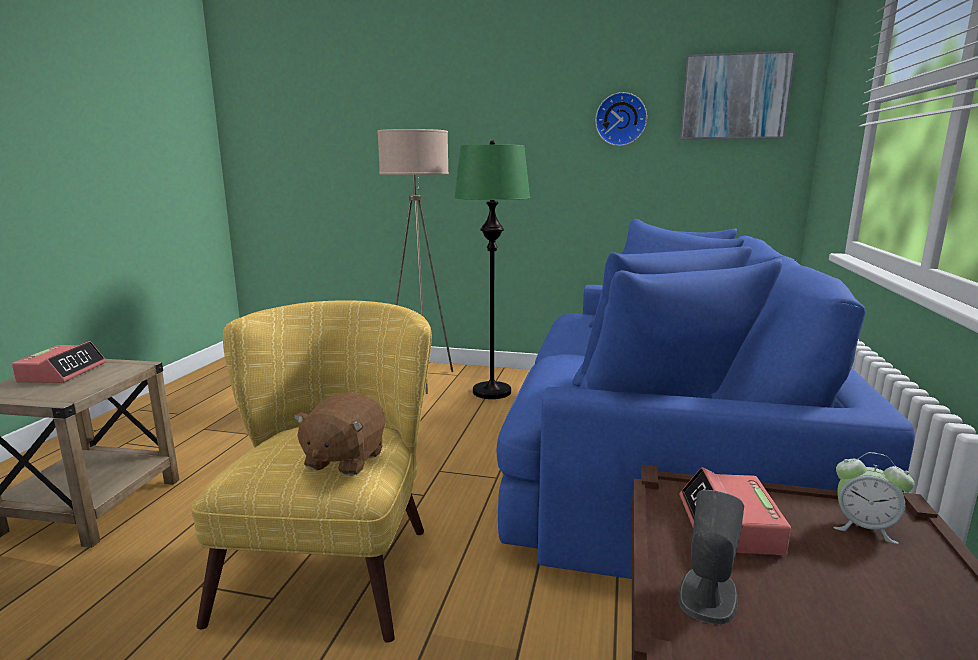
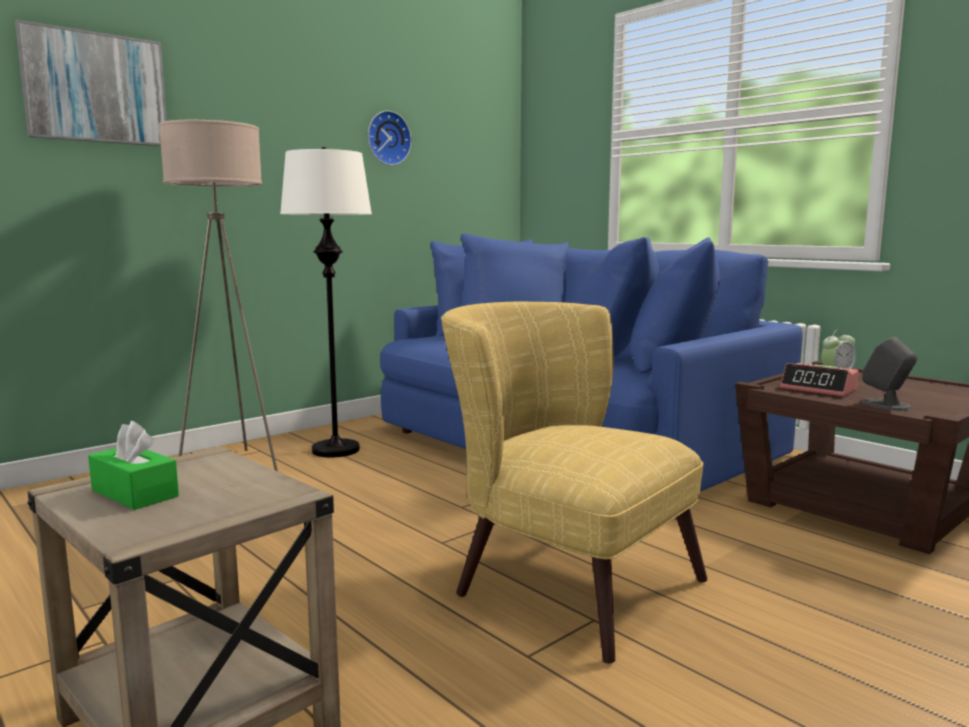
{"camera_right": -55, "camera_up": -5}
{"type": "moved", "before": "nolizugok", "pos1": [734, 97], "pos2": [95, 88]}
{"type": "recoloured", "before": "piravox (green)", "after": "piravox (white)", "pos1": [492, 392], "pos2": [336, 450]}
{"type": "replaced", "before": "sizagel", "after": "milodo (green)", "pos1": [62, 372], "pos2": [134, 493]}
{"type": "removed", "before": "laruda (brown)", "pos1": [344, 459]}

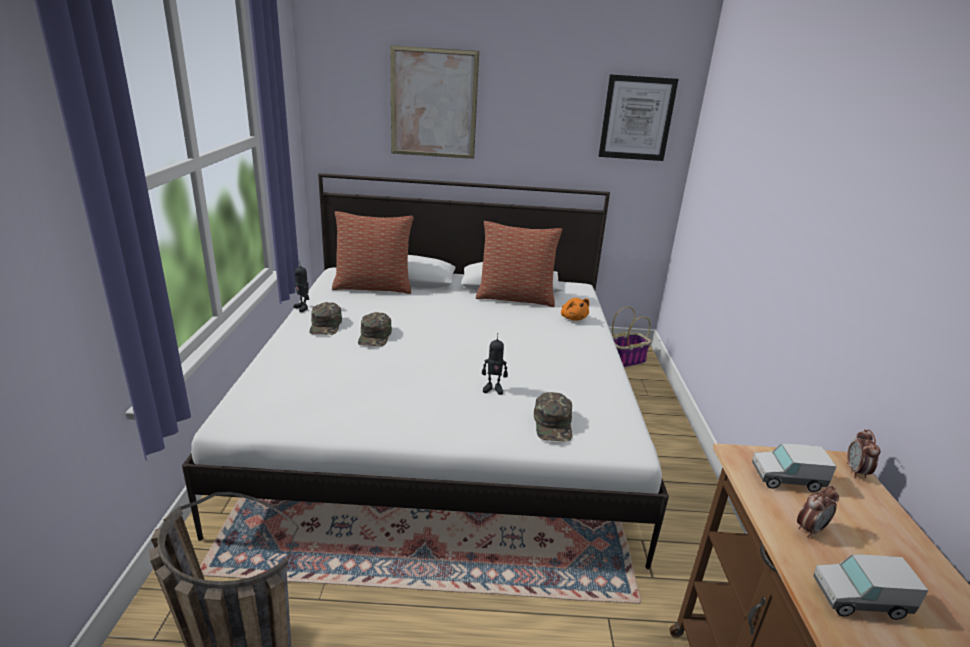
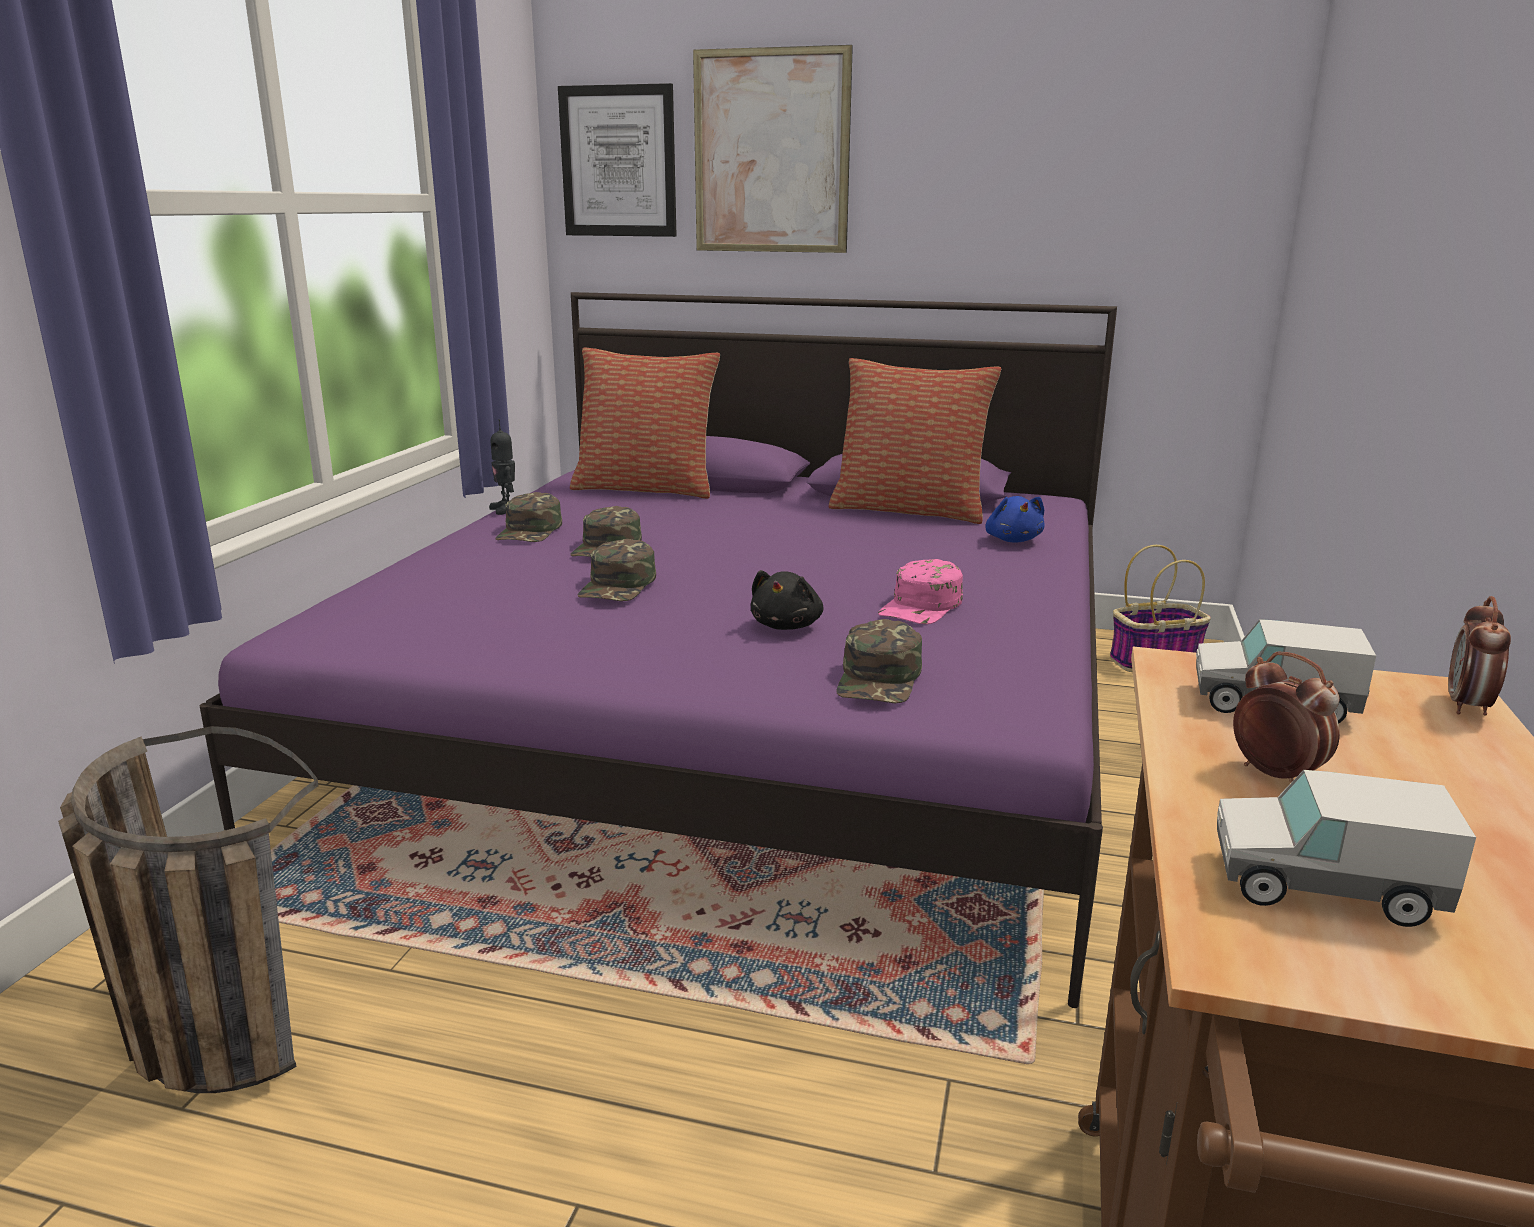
{"camera_right": 15, "camera_up": -5}
{"type": "moved", "before": "nolizugok", "pos1": [636, 118], "pos2": [618, 162]}
{"type": "recoloured", "before": "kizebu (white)", "after": "kizebu (purple)", "pos1": [446, 414], "pos2": [747, 719]}
{"type": "recoloured", "before": "laruda (orange)", "after": "laruda (blue)", "pos1": [573, 318], "pos2": [1013, 540]}
{"type": "replaced", "before": "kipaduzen", "after": "laruda (black)", "pos1": [493, 389], "pos2": [787, 625]}
{"type": "turned", "before": "sizagel", "pos1": [810, 529], "pos2": [1275, 775], "turn": -105}
{"type": "added", "after": "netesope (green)", "pos2": [619, 585]}
{"type": "added", "after": "netesope (pink)", "pos2": [922, 607]}

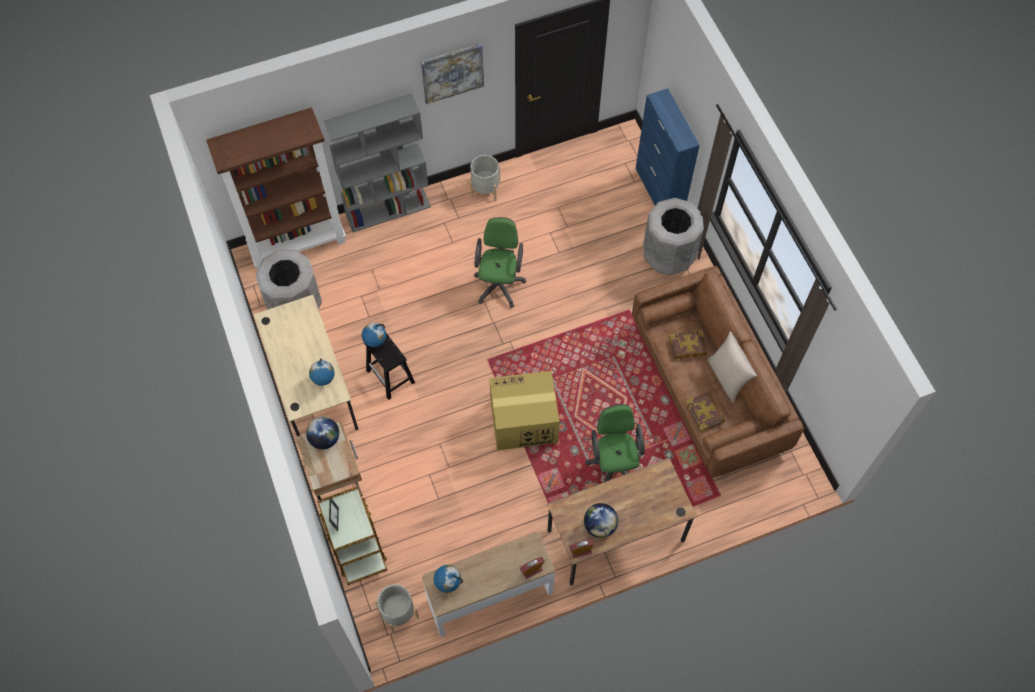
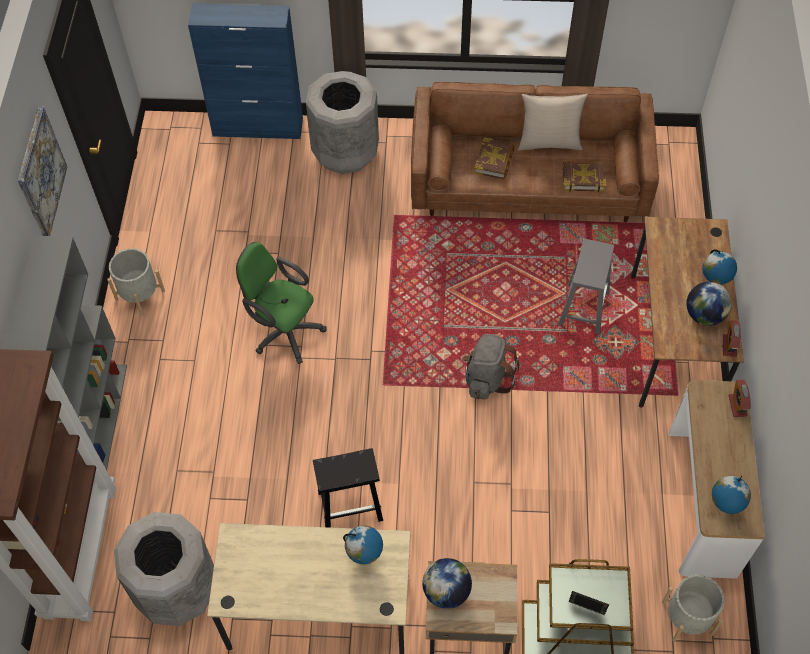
{"camera_right": -65, "camera_up": -5}
{"type": "moved", "before": "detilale", "pos1": [375, 343], "pos2": [714, 281]}
{"type": "replaced", "before": "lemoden", "after": "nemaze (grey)", "pos1": [522, 422], "pos2": [487, 378]}
{"type": "replaced", "before": "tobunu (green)", "after": "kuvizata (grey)", "pos1": [614, 464], "pos2": [583, 307]}

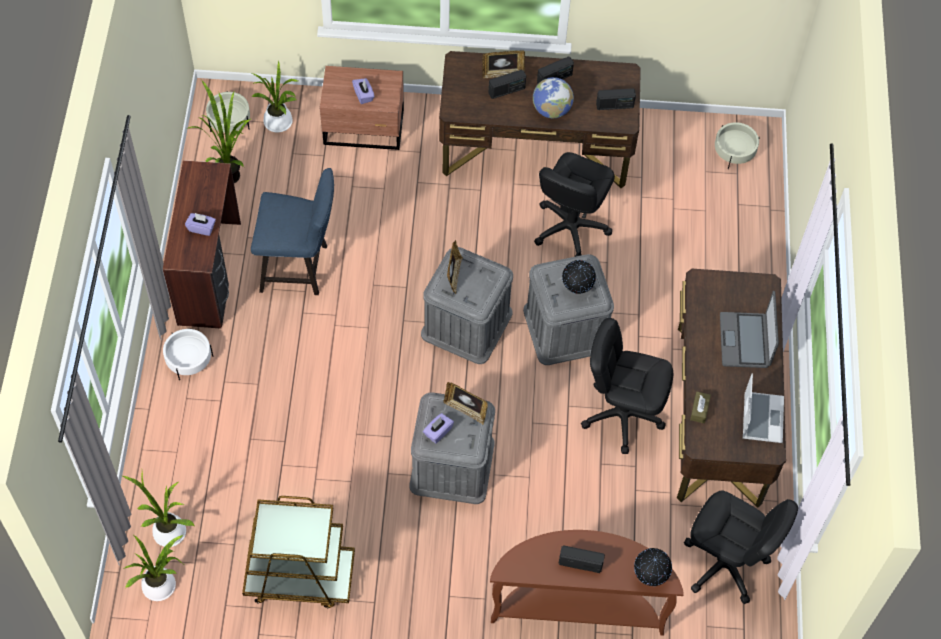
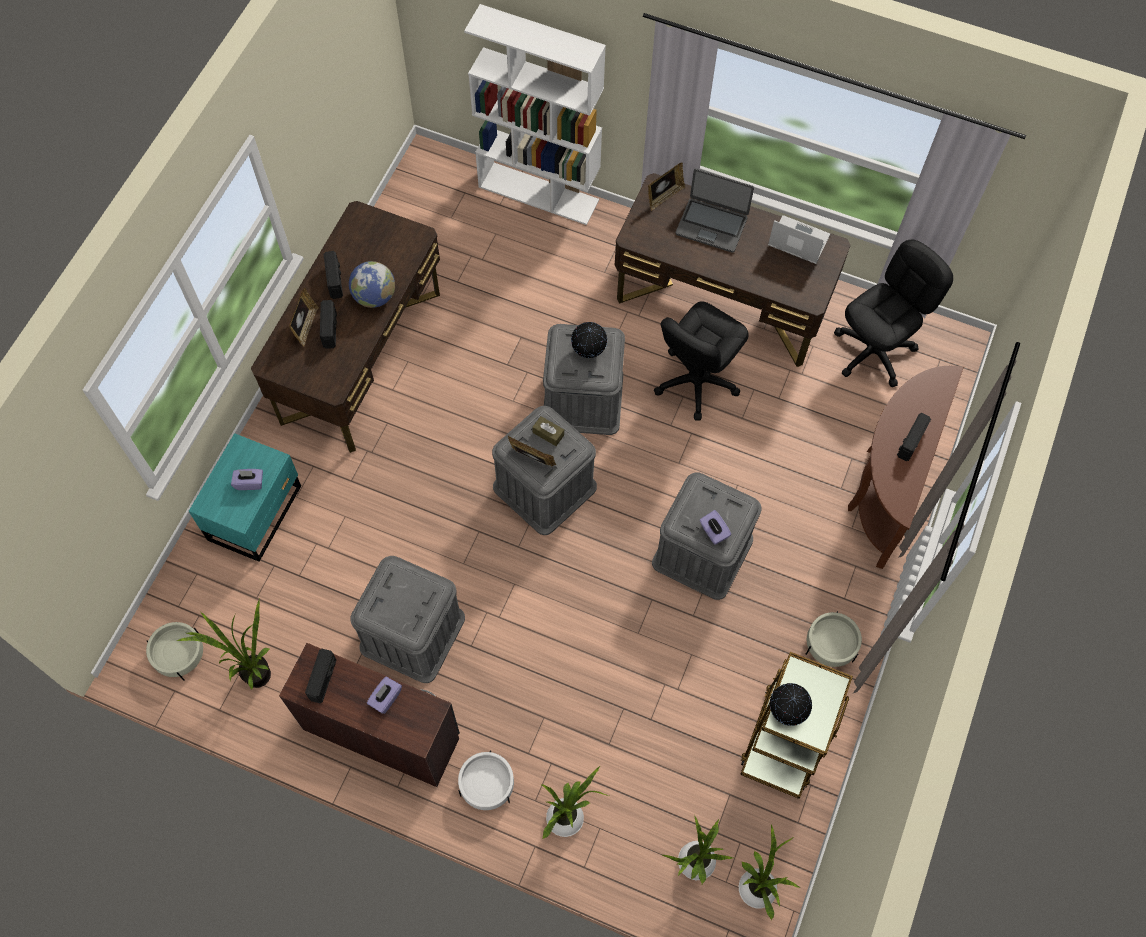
{"camera_right": -70, "camera_up": 5}
{"type": "moved", "before": "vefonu", "pos1": [280, 123], "pos2": [568, 816]}
{"type": "recoloured", "before": "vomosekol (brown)", "after": "vomosekol (turquoise)", "pos1": [365, 129], "pos2": [257, 512]}
{"type": "moved", "before": "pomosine", "pos1": [615, 105], "pos2": [323, 679]}
{"type": "moved", "before": "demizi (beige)", "pos1": [734, 152], "pos2": [830, 645]}
{"type": "removed", "before": "tobunu (black)", "pos1": [570, 228]}
{"type": "replaced", "before": "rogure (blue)", "after": "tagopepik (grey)", "pos1": [300, 268], "pos2": [412, 632]}
{"type": "moved", "before": "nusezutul", "pos1": [465, 410], "pos2": [664, 196]}
{"type": "moved", "before": "milodo (brown)", "pos1": [699, 410], "pos2": [548, 433]}
{"type": "moved", "before": "detilale", "pos1": [650, 576], "pos2": [786, 711]}
{"type": "added", "after": "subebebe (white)", "pos2": [539, 193]}

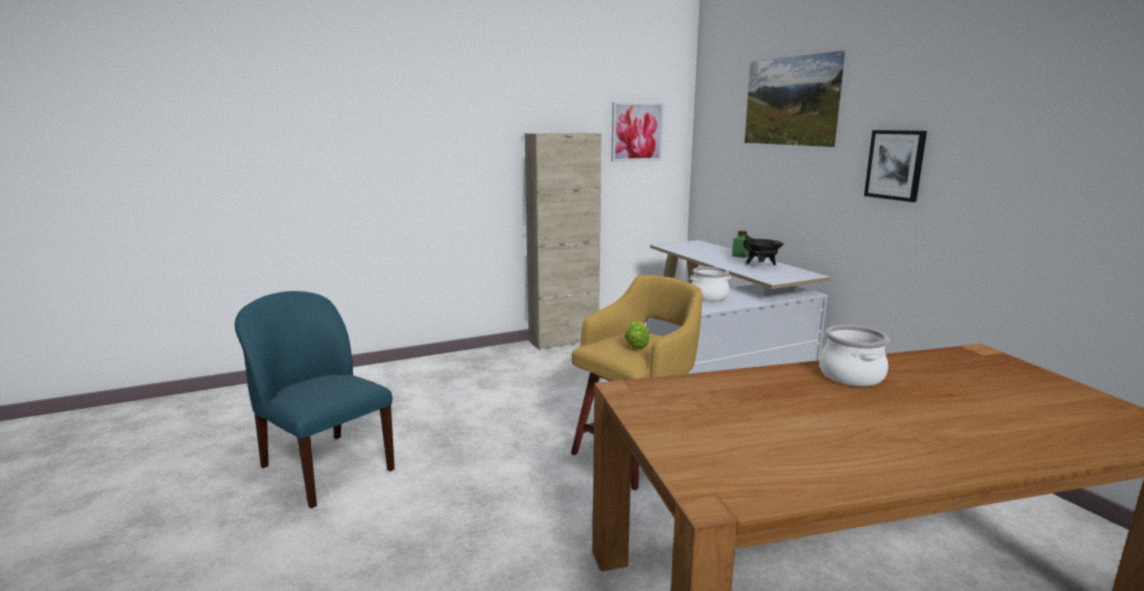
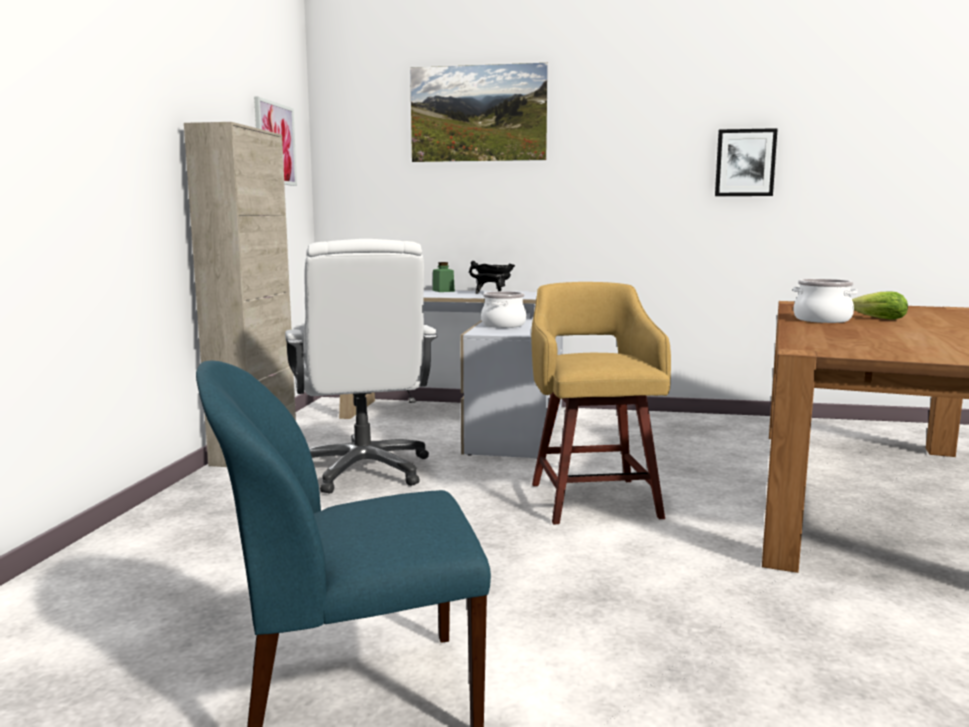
{"camera_right": -55, "camera_up": -5}
{"type": "moved", "before": "nolizugok", "pos1": [895, 165], "pos2": [745, 163]}
{"type": "moved", "before": "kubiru", "pos1": [637, 343], "pos2": [875, 318]}
{"type": "added", "after": "tobunu (white)", "pos2": [364, 470]}

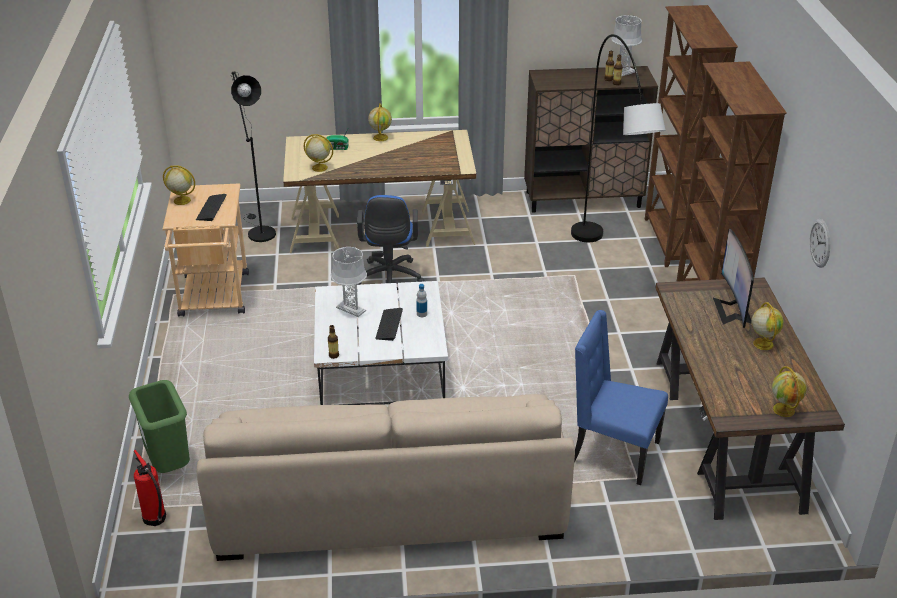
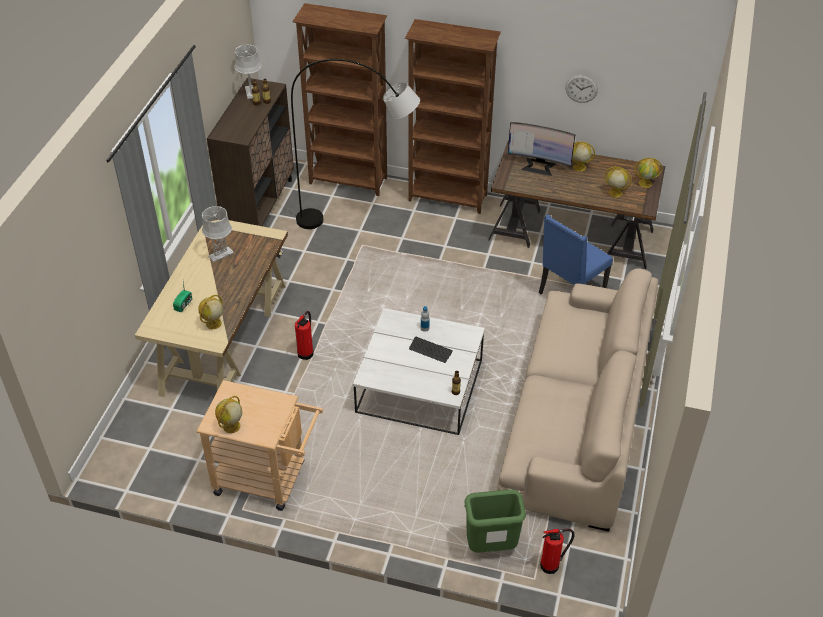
{"camera_right": -70, "camera_up": 10}
{"type": "removed", "before": "piravox (black)", "pos1": [259, 232]}
{"type": "moved", "before": "detilale", "pos1": [380, 137], "pos2": [615, 193]}
{"type": "removed", "before": "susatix", "pos1": [211, 208]}
{"type": "replaced", "before": "tobunu (blue)", "after": "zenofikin", "pos1": [389, 280], "pos2": [306, 352]}
{"type": "moved", "before": "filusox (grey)", "pos1": [350, 309], "pos2": [220, 254]}

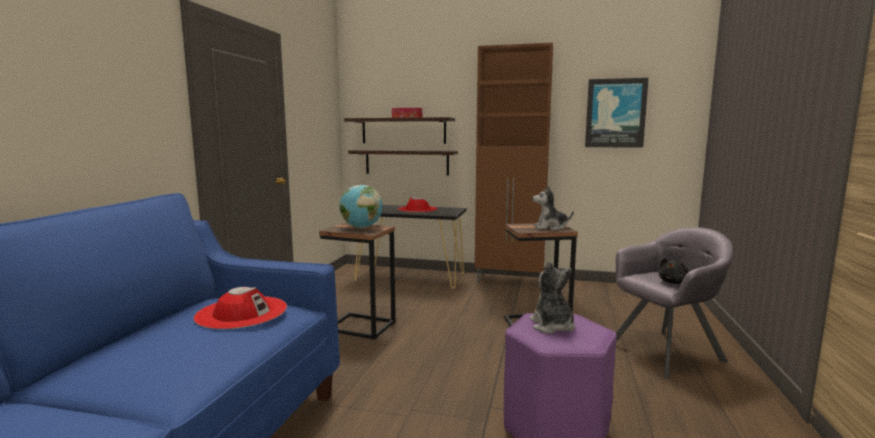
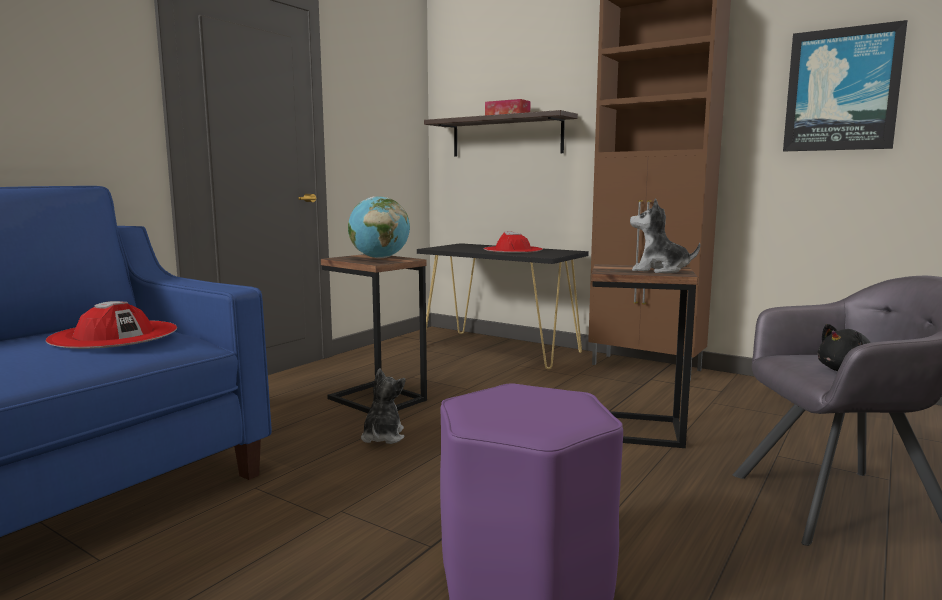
{"camera_right": 20, "camera_up": 0}
{"type": "removed", "before": "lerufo", "pos1": [406, 162]}
{"type": "moved", "before": "laruda", "pos1": [552, 326], "pos2": [382, 437]}

